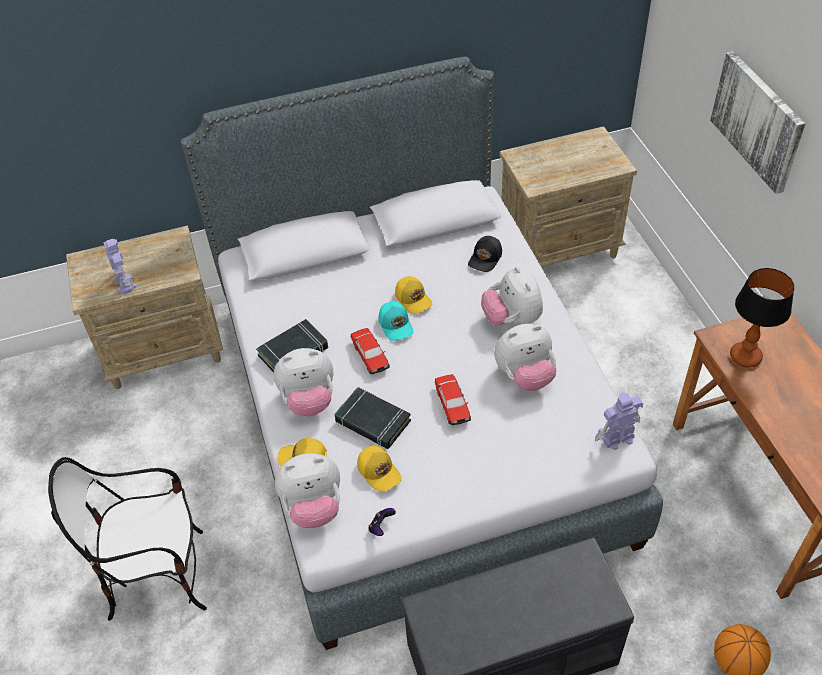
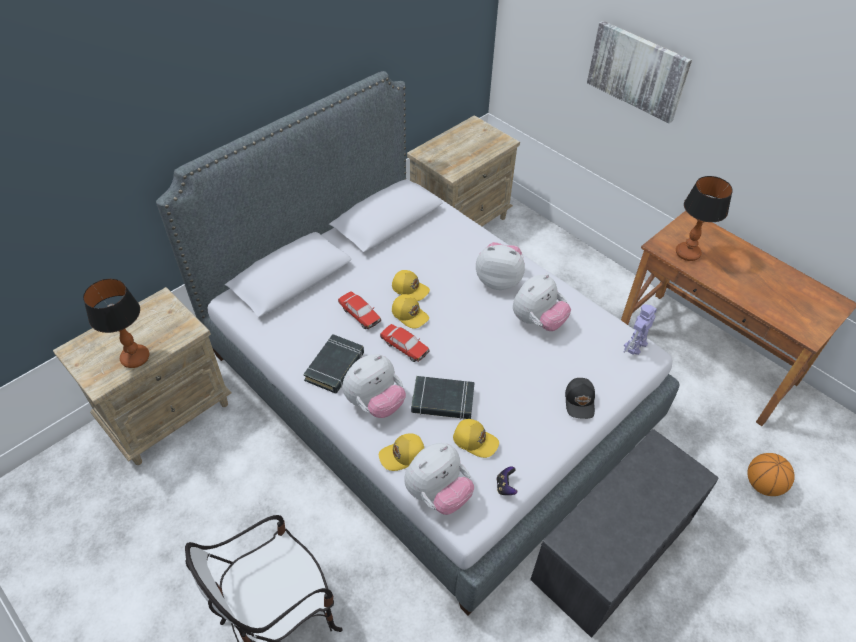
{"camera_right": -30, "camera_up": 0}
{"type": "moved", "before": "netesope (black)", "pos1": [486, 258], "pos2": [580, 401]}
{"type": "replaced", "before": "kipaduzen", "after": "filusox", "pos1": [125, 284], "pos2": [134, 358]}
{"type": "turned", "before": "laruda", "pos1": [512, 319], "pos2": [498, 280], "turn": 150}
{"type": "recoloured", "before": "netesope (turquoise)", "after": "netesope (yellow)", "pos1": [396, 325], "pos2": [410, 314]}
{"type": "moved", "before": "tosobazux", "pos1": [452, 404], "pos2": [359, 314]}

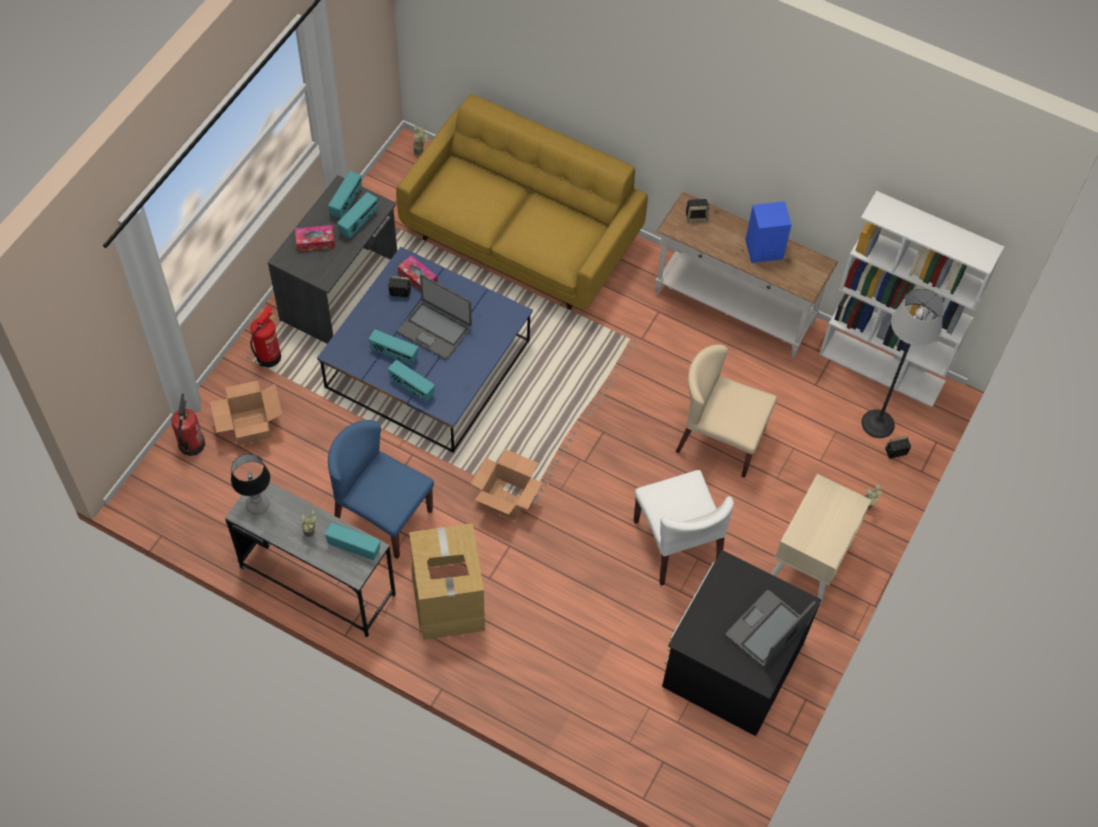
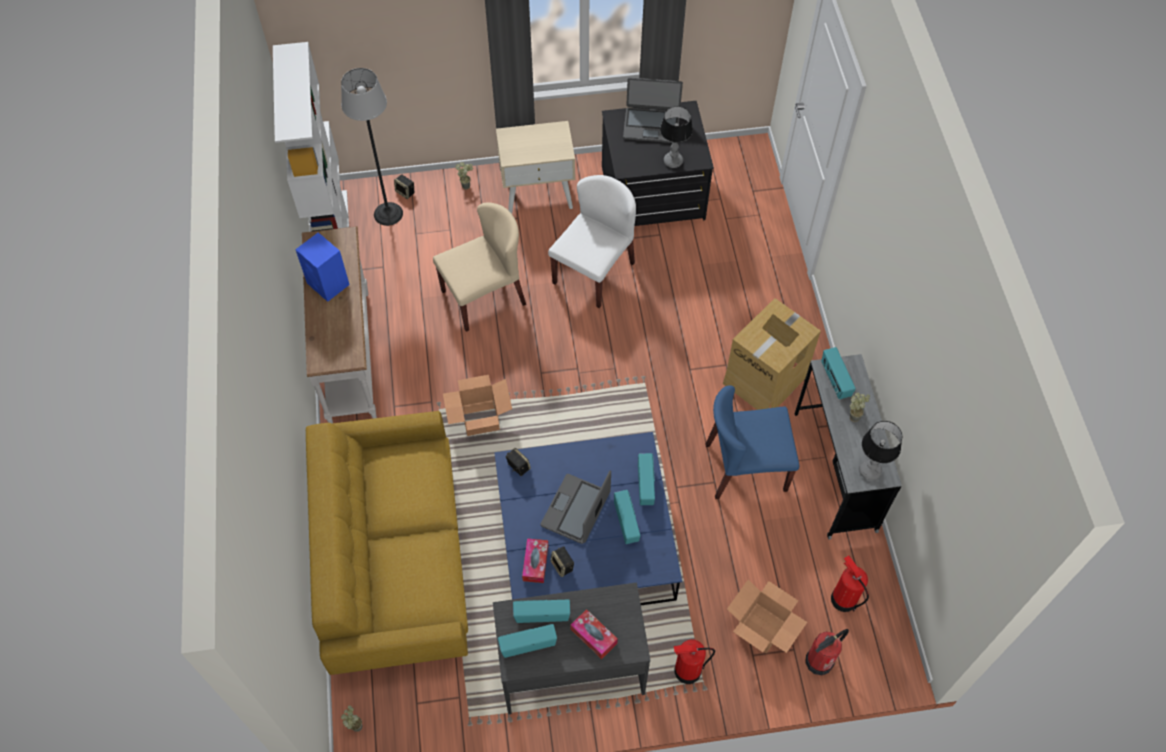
{"camera_right": -125, "camera_up": 0}
{"type": "moved", "before": "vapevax", "pos1": [696, 216], "pos2": [518, 466]}
{"type": "turned", "before": "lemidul", "pos1": [435, 330], "pos2": [576, 510], "turn": -150}
{"type": "turned", "before": "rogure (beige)", "pos1": [719, 440], "pos2": [484, 297], "turn": -105}
{"type": "turned", "before": "rogure (blue)", "pos1": [382, 516], "pos2": [745, 468], "turn": 90}
{"type": "moved", "before": "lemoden", "pos1": [505, 499], "pos2": [481, 418]}
{"type": "added", "after": "filusox", "pos2": [672, 161]}
{"type": "added", "after": "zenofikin", "pos2": [843, 599]}

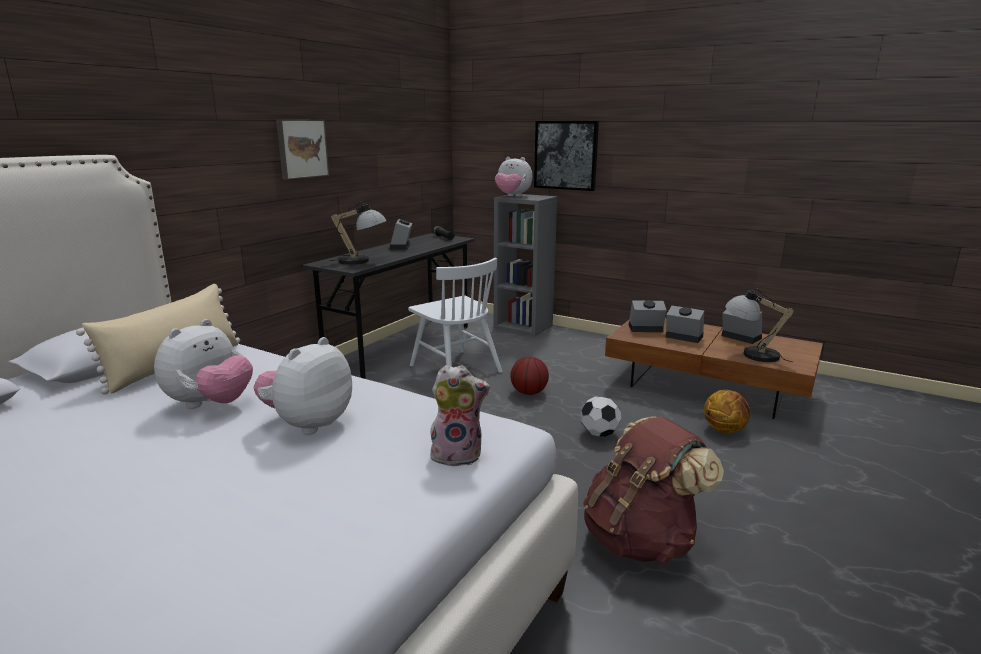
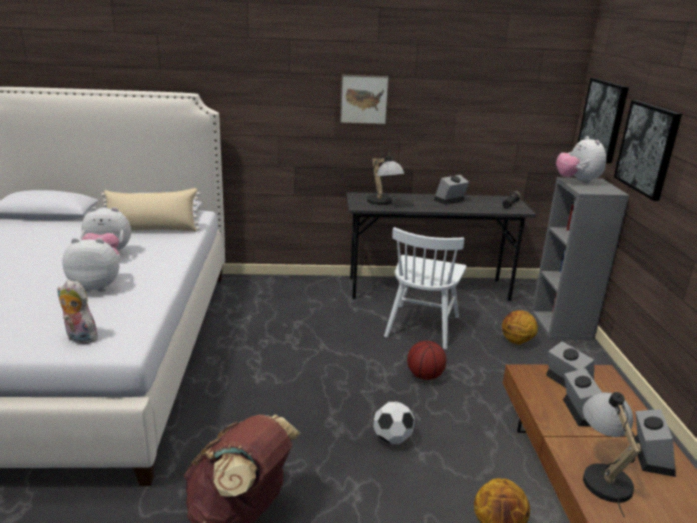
{"camera_right": 55, "camera_up": 5}
{"type": "turned", "before": "laruda", "pos1": [458, 454], "pos2": [79, 338], "turn": 150}
{"type": "added", "after": "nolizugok", "pos2": [603, 119]}
{"type": "added", "after": "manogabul", "pos2": [516, 341]}

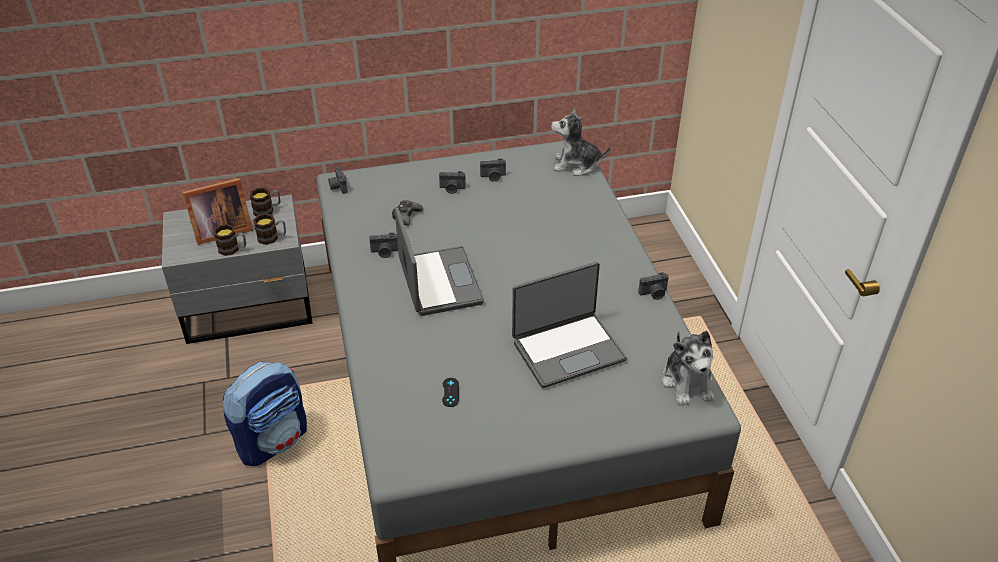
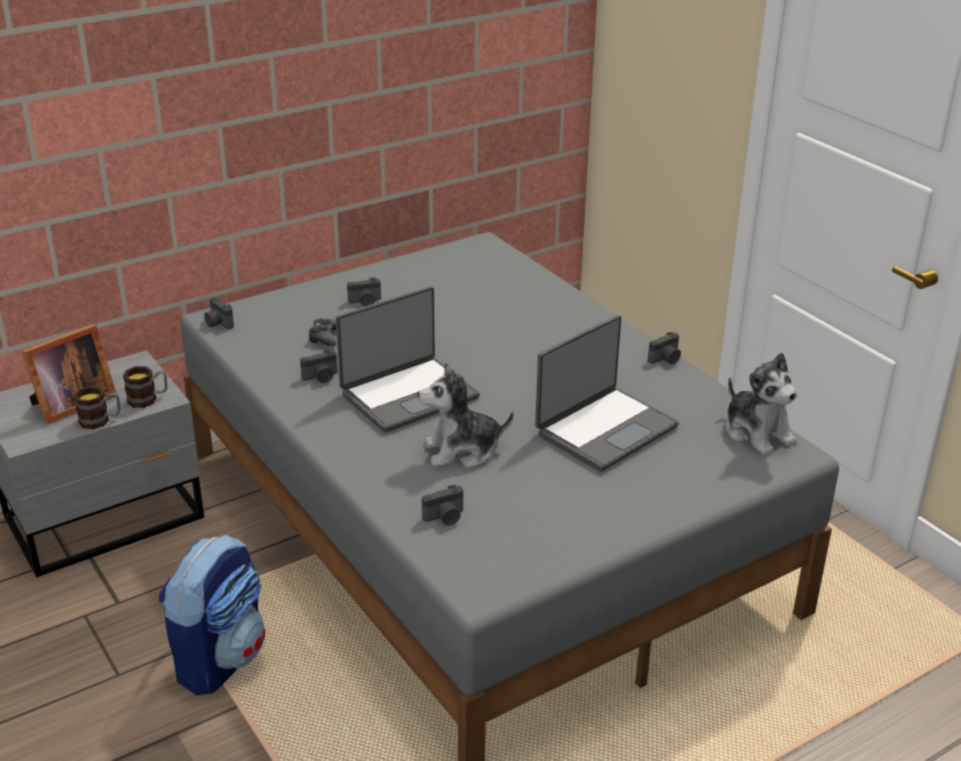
{"camera_right": -20, "camera_up": -10}
{"type": "moved", "before": "laruda", "pos1": [576, 165], "pos2": [462, 451]}
{"type": "moved", "before": "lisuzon", "pos1": [493, 177], "pos2": [445, 517]}
{"type": "removed", "before": "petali", "pos1": [267, 210]}
{"type": "turned", "before": "lemidul", "pos1": [438, 282], "pos2": [408, 395], "turn": 90}
{"type": "removed", "before": "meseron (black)", "pos1": [450, 392]}

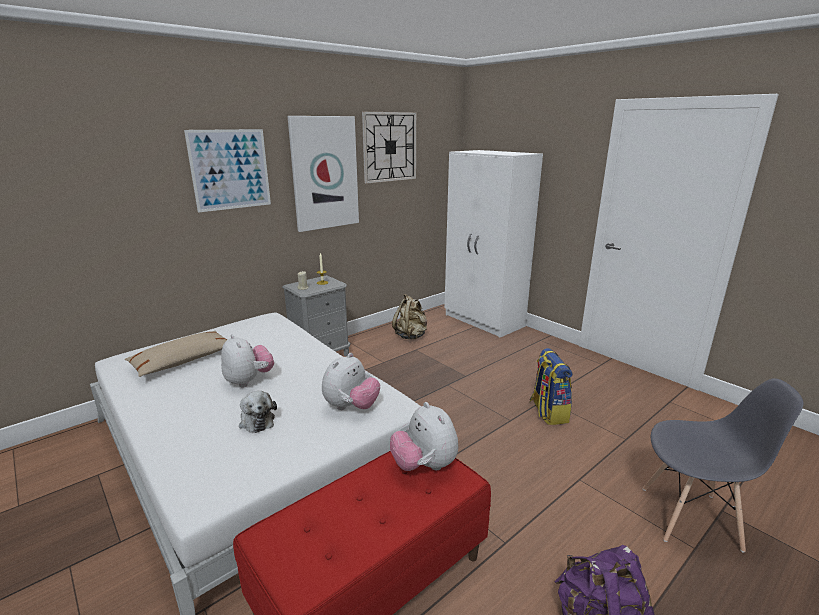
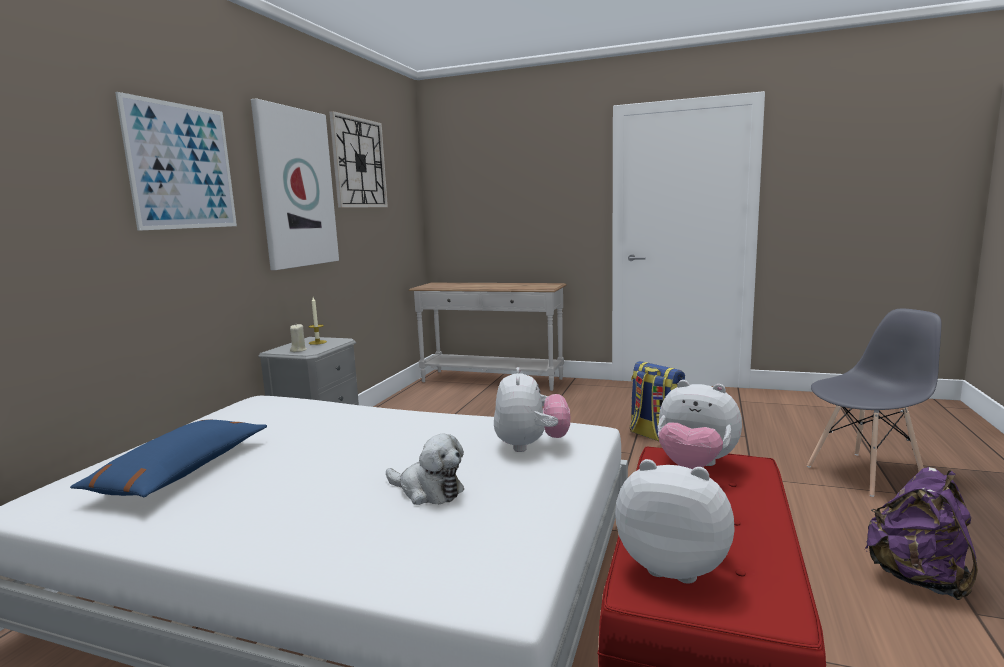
{"camera_right": -30, "camera_up": -10}
{"type": "replaced", "before": "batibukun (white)", "after": "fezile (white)", "pos1": [484, 321], "pos2": [491, 380]}
{"type": "removed", "before": "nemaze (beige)", "pos1": [411, 336]}
{"type": "recoloured", "before": "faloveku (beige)", "after": "faloveku (blue)", "pos1": [183, 361], "pos2": [181, 472]}
{"type": "moved", "before": "laruda", "pos1": [249, 381], "pos2": [674, 565]}

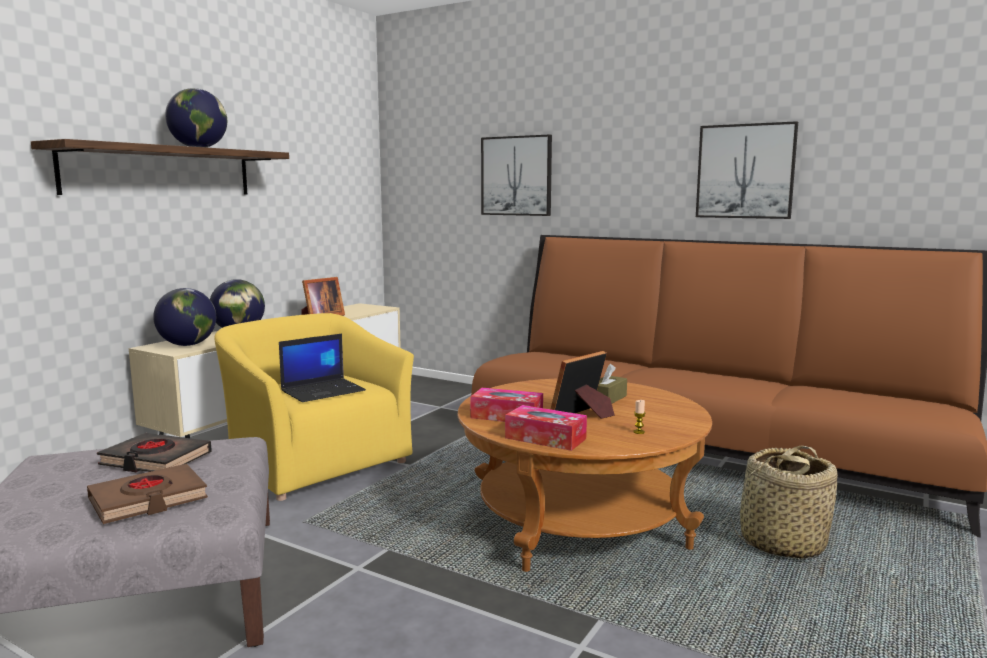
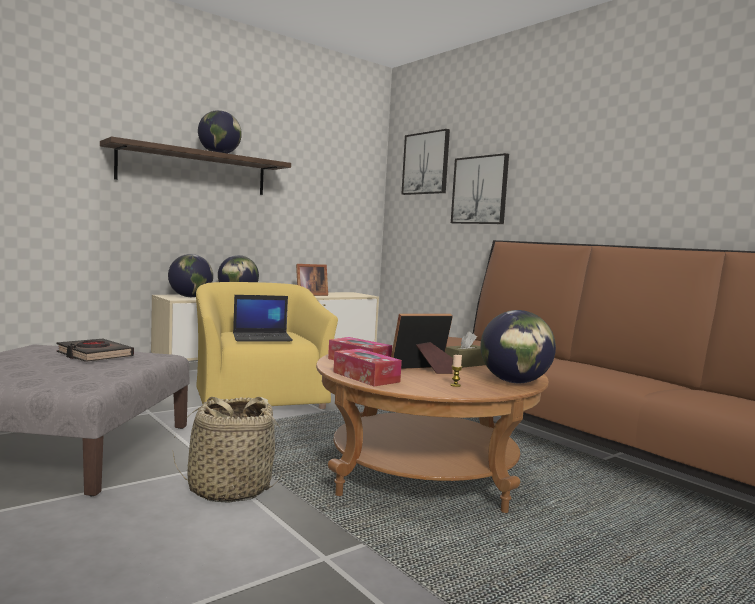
{"camera_right": 20, "camera_up": -5}
{"type": "moved", "before": "nolizugok", "pos1": [745, 171], "pos2": [426, 163]}
{"type": "moved", "before": "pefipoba", "pos1": [781, 543], "pos2": [229, 489]}
{"type": "removed", "before": "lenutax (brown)", "pos1": [148, 500]}
{"type": "added", "after": "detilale", "pos2": [514, 382]}

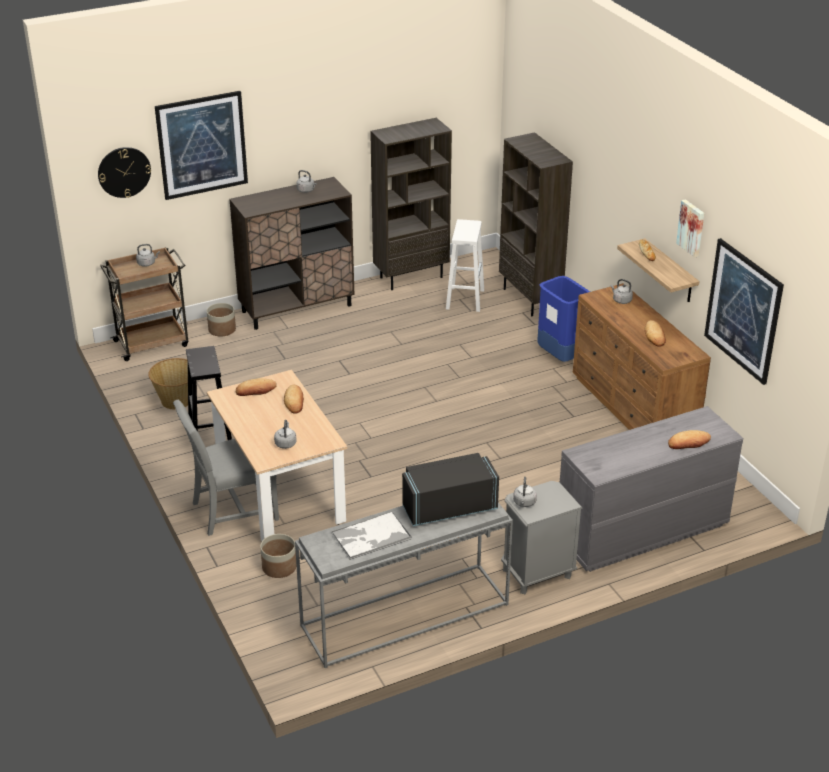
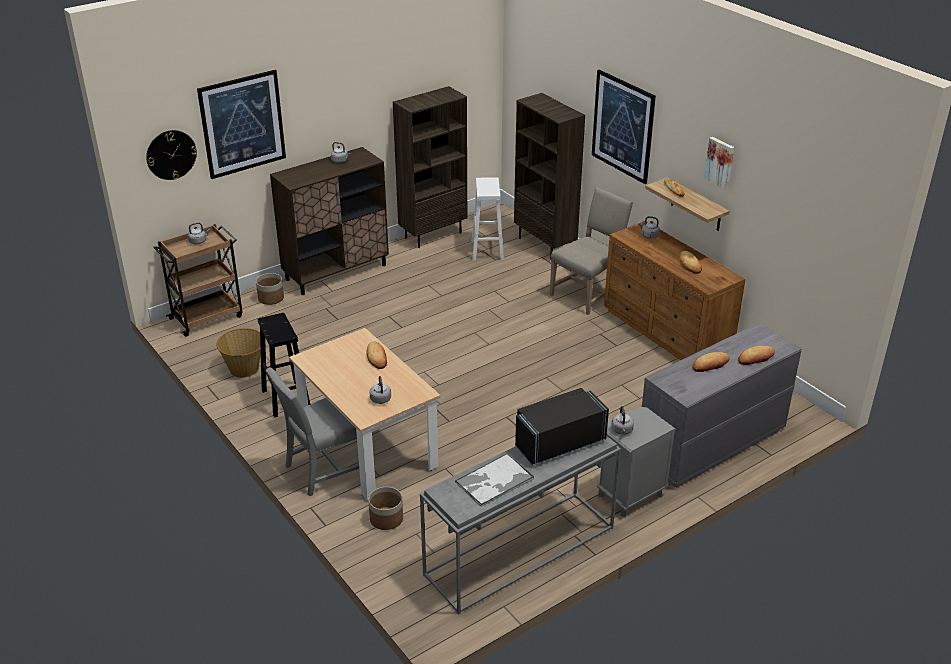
{"camera_right": -10, "camera_up": 0}
{"type": "moved", "before": "nolizugok", "pos1": [743, 310], "pos2": [623, 126]}
{"type": "replaced", "before": "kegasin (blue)", "after": "rogure (beige)", "pos1": [561, 356], "pos2": [588, 293]}
{"type": "moved", "before": "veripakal", "pos1": [256, 390], "pos2": [710, 365]}

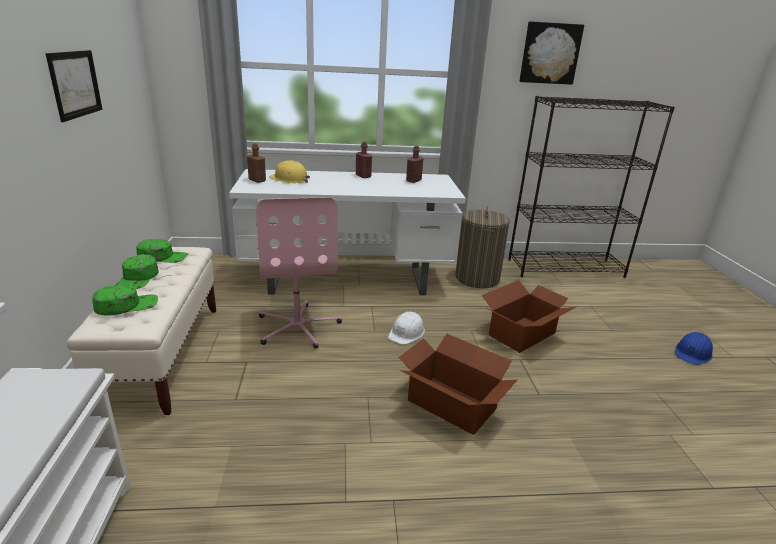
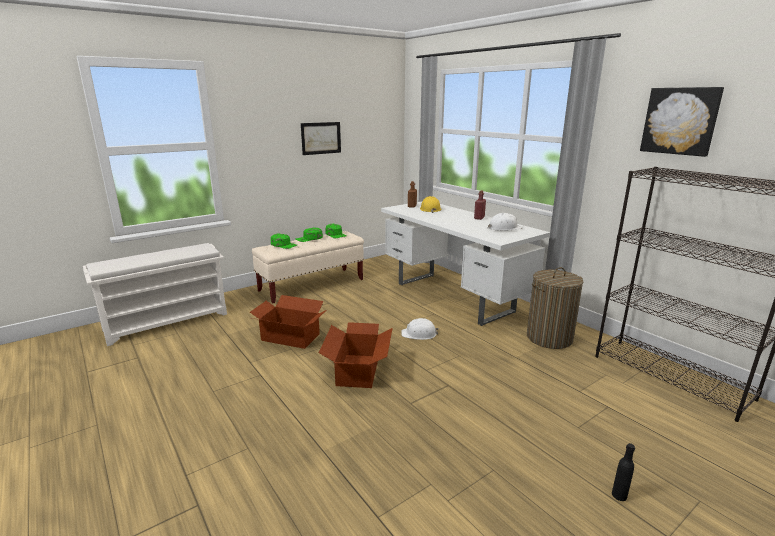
{"camera_right": 60, "camera_up": -5}
{"type": "replaced", "before": "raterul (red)", "after": "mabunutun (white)", "pos1": [413, 180], "pos2": [504, 228]}
{"type": "removed", "before": "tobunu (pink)", "pos1": [298, 326]}
{"type": "moved", "before": "lemoden", "pos1": [523, 334], "pos2": [290, 337]}
{"type": "replaced", "before": "mabunutun (blue)", "after": "raterul (black)", "pos1": [693, 353], "pos2": [619, 495]}

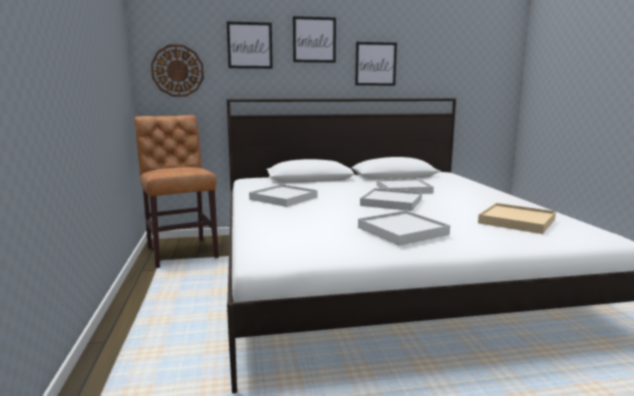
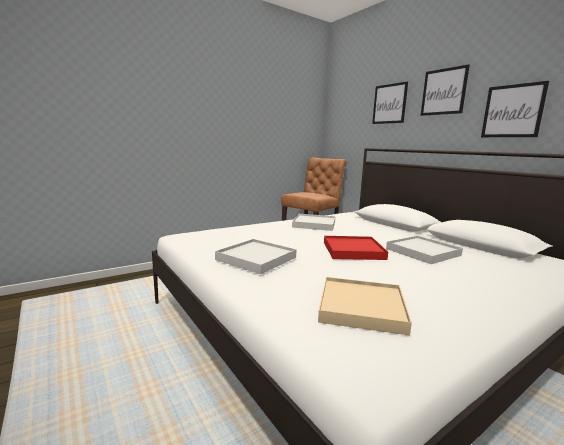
{"camera_right": 65, "camera_up": 0}
{"type": "removed", "before": "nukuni", "pos1": [177, 71]}
{"type": "recoloured", "before": "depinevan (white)", "after": "depinevan (red)", "pos1": [391, 202], "pos2": [353, 250]}

